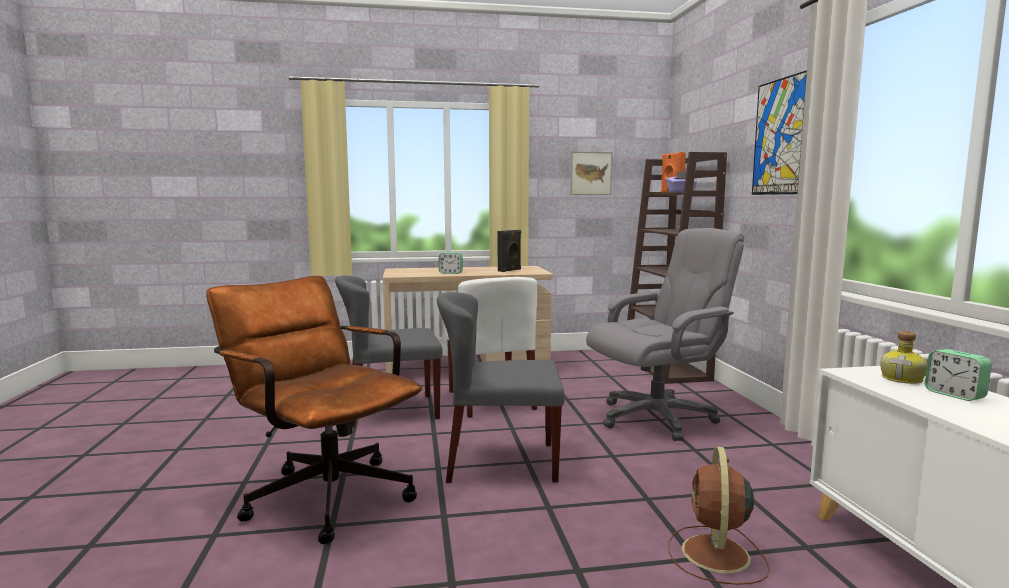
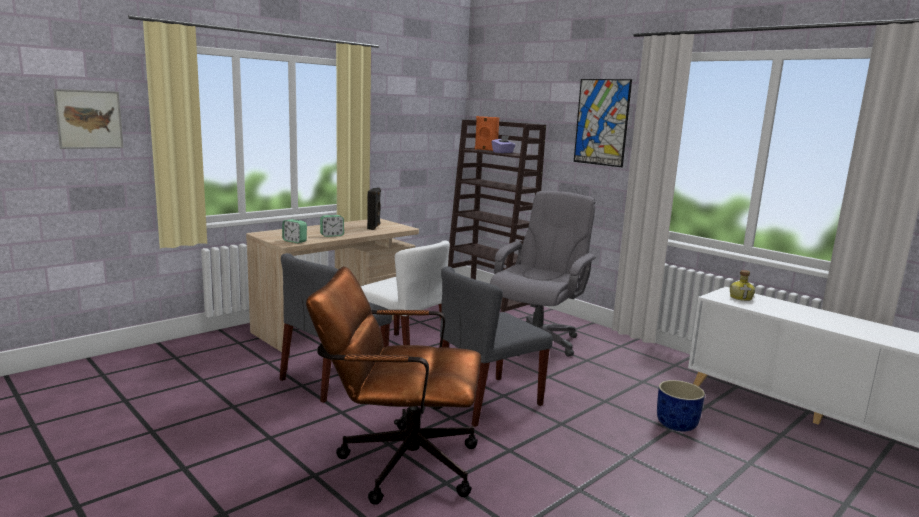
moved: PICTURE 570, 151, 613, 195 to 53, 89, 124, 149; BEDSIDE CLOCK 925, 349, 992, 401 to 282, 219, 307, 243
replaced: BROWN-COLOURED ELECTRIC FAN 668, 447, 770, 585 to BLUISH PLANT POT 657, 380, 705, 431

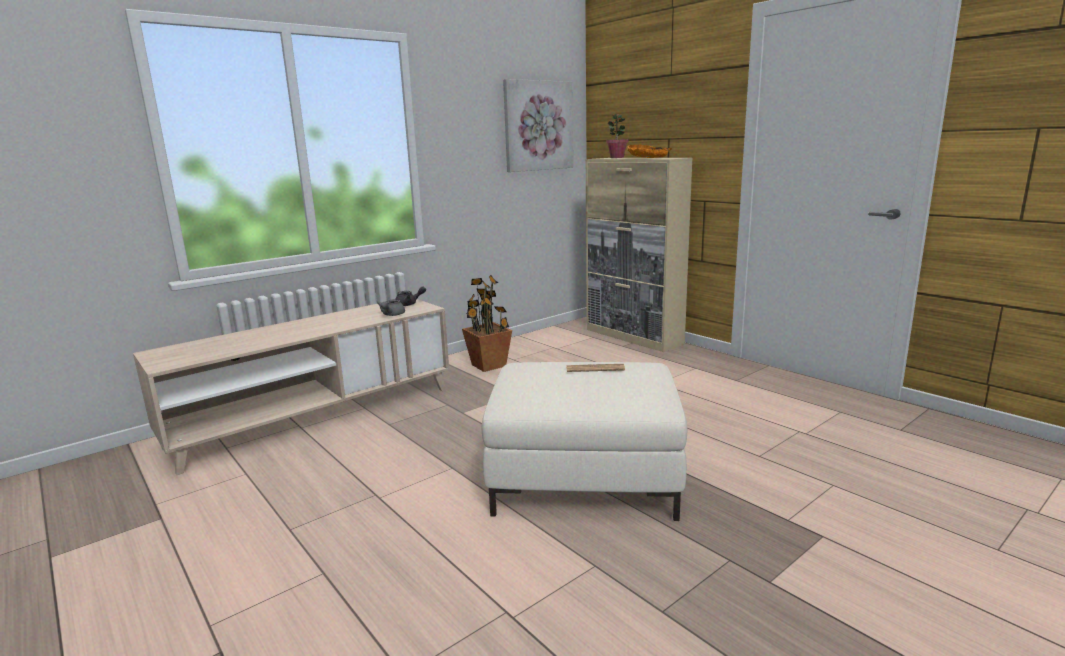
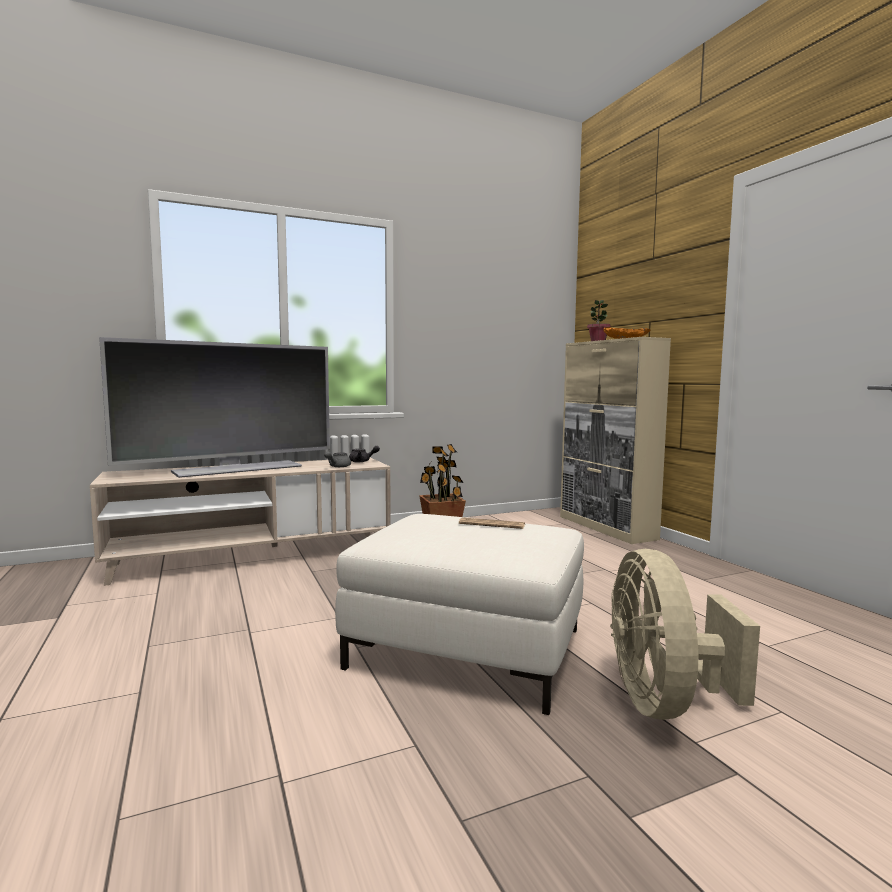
removed: PICTURE 503, 79, 573, 172
added: TV SET 99, 337, 330, 478; BEIGE ELECTRIC FAN 610, 549, 760, 720

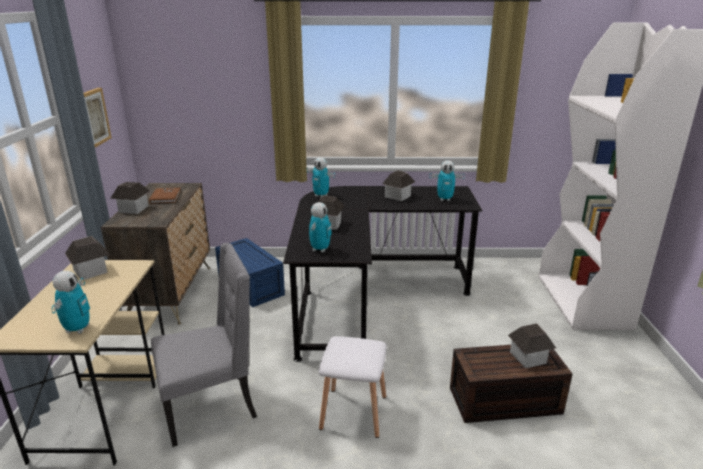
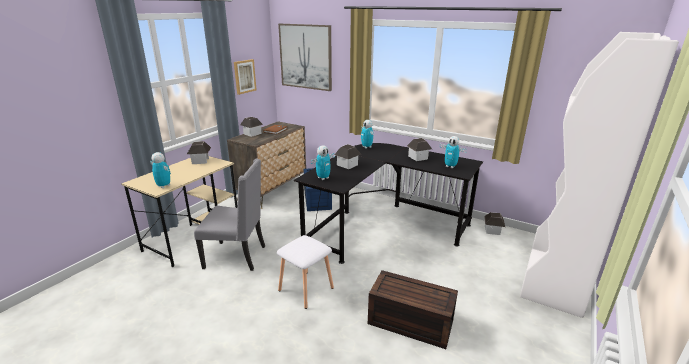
added: PICTURE 278, 24, 332, 91
moved: MINIATURE HOUSE 508, 323, 556, 368 to 484, 212, 505, 235
turned: TOY ROBOT 52, 271, 90, 334 = 150, 152, 171, 188 90 degrees counterclockwise

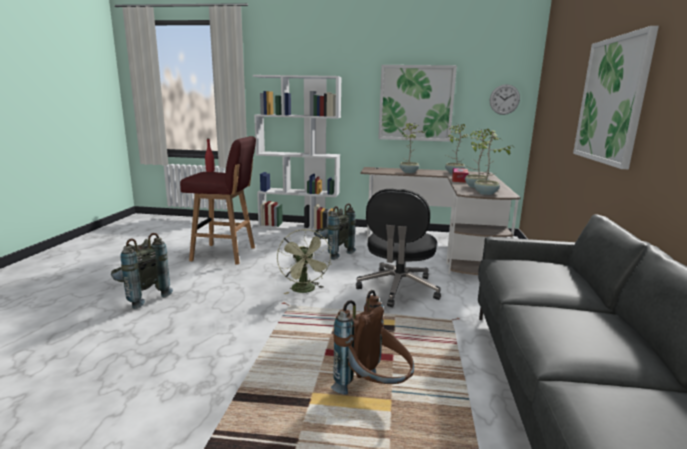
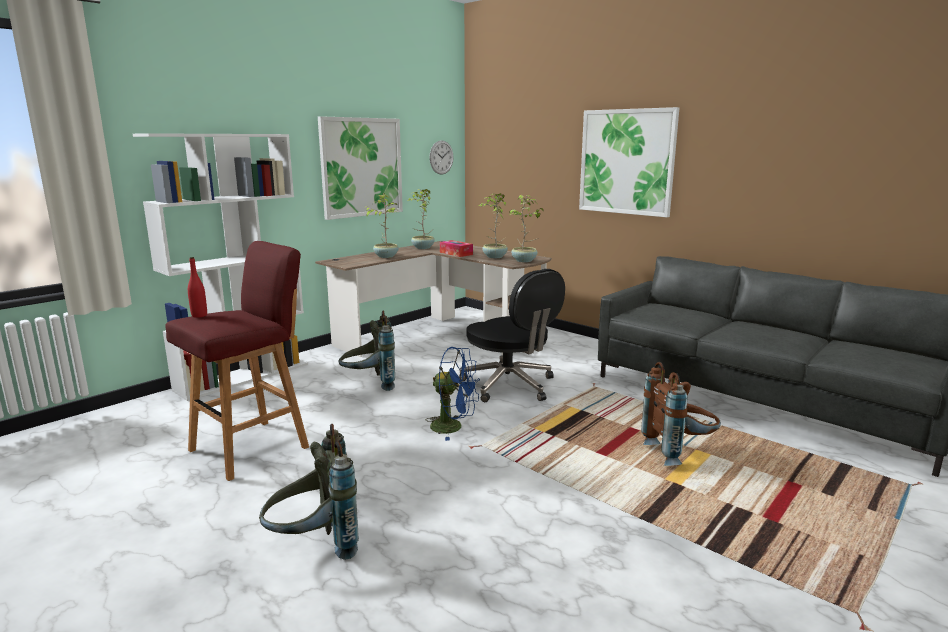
recoloured: GREEN ELECTRIC FAN 277, 229, 332, 294 to BLUISH ELECTRIC FAN 426, 347, 480, 441

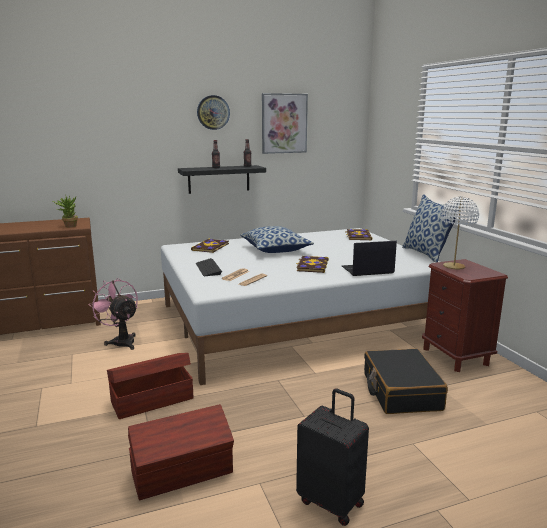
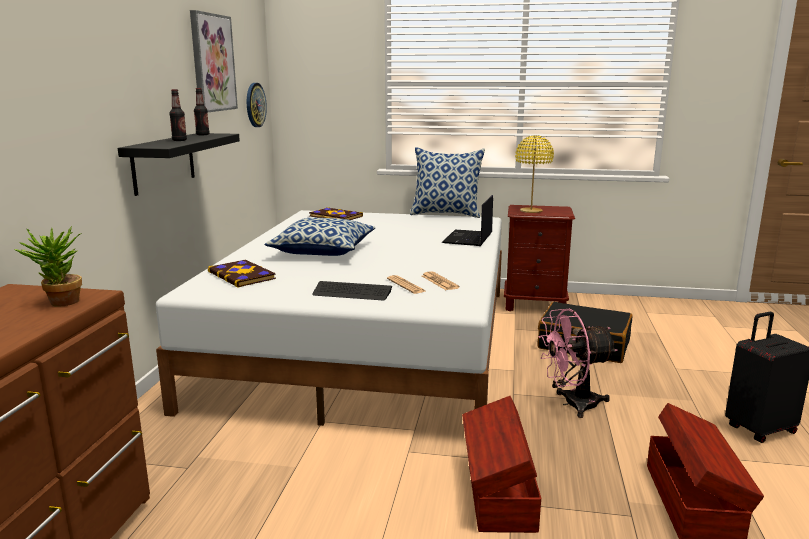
removed: BOUND BOOK 296, 256, 329, 273
moved: CLOCK ON THE WALL 197, 95, 230, 130 to 247, 83, 267, 127; PINK-COLOURED ELECTRIC FAN 89, 278, 138, 350 to 539, 309, 617, 418
recoloured: WHITISH TABLETOP LAMP 441, 197, 479, 269 to YELLOW TABLETOP LAMP 515, 135, 554, 213

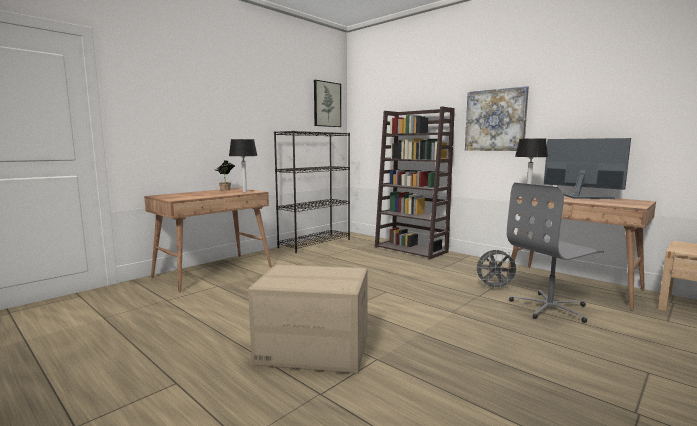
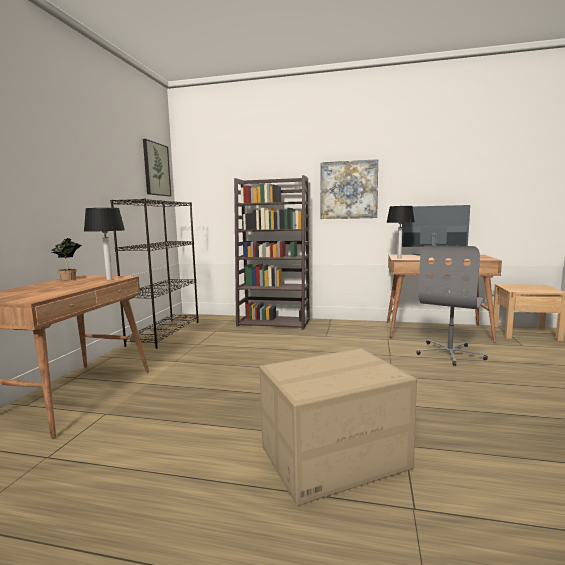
removed: GRAY ELECTRIC FAN 477, 250, 519, 290

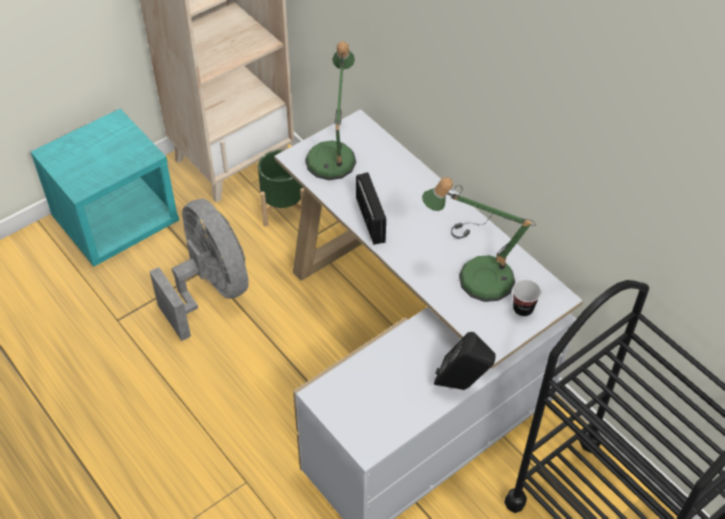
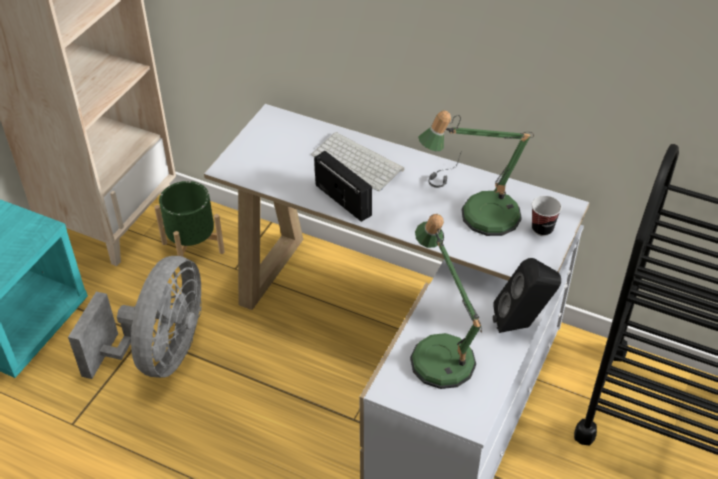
added: COMPUTER KEYBOARD 311, 132, 404, 191
moved: TABLETOP LAMP 305, 41, 356, 180 to 410, 214, 482, 389
turned: GRAY ELECTRIC FAN 149, 199, 249, 341 = 68, 256, 202, 379 75 degrees clockwise

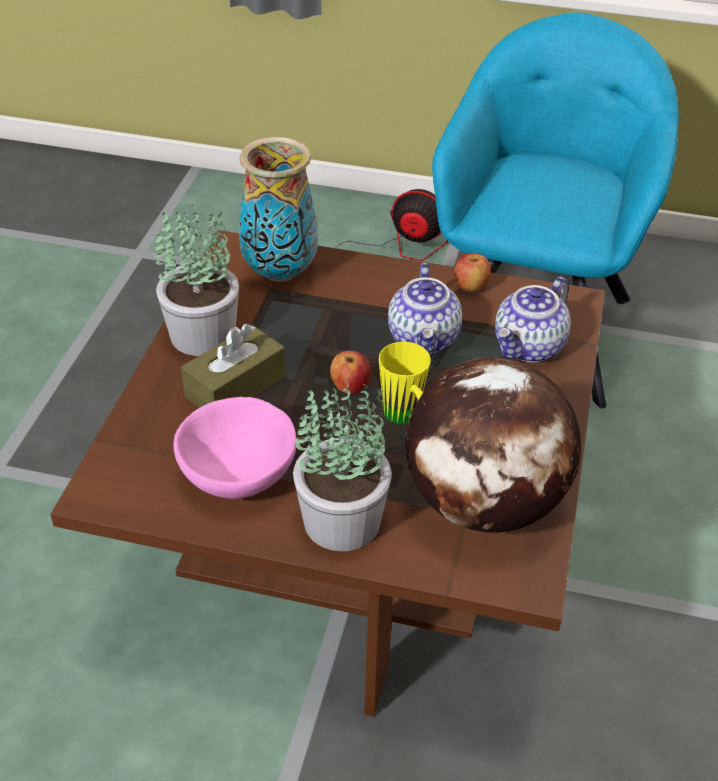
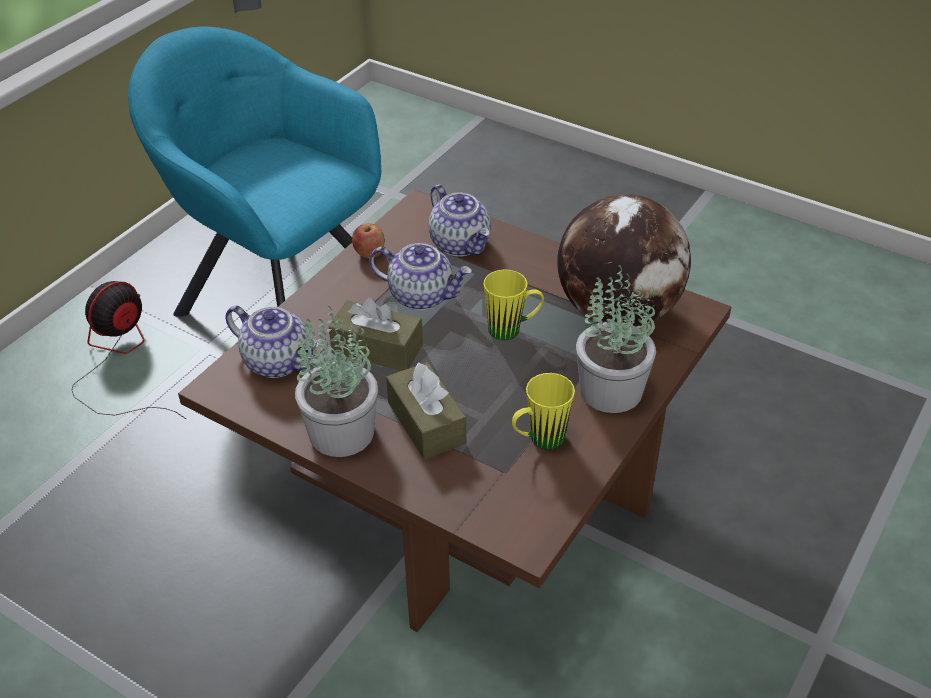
removed: APPLE FRUIT 330, 351, 371, 394
added: BROWN-COLOURED TISSUE BOX 329, 297, 423, 371
replaced: DECORATIVE VASE 239, 137, 318, 282 to POT FOR TEA 226, 305, 319, 378; PINK-COLOURED BOWL 173, 397, 297, 499 to YELLOW MUG 512, 373, 575, 450

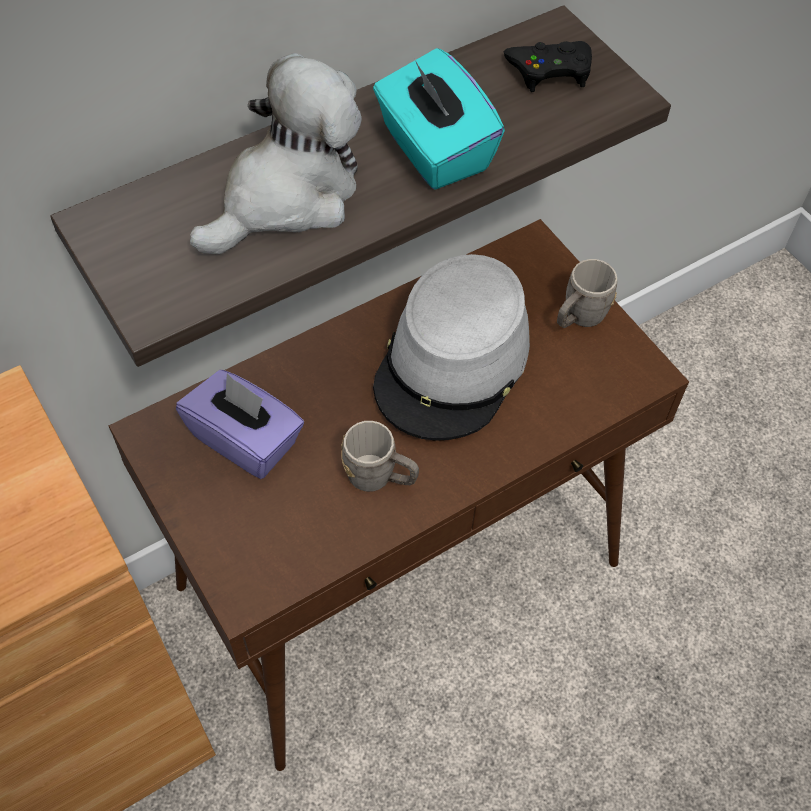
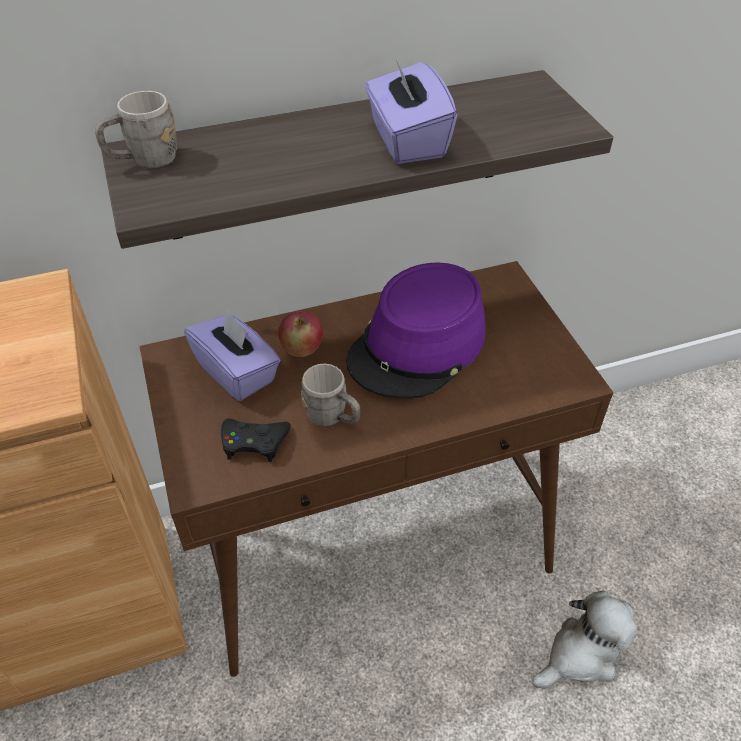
added: APPLE FRUIT 278, 312, 323, 357
moved: GRAY MUG 557, 259, 617, 328 to 95, 91, 177, 169; BLACK-COLOURED GAMEPAD 504, 41, 592, 92 to 221, 418, 291, 462; CUDDLY TOY 190, 53, 362, 254 to 532, 590, 637, 689
recoloured: GRAY WEARABLE HAT 373, 254, 530, 441 to PURPLE WEARABLE HAT 346, 263, 486, 399; TURQUOISE-COLOURED TISSUE BOX 373, 48, 505, 190 to PURPLE TISSUE BOX 365, 54, 457, 164

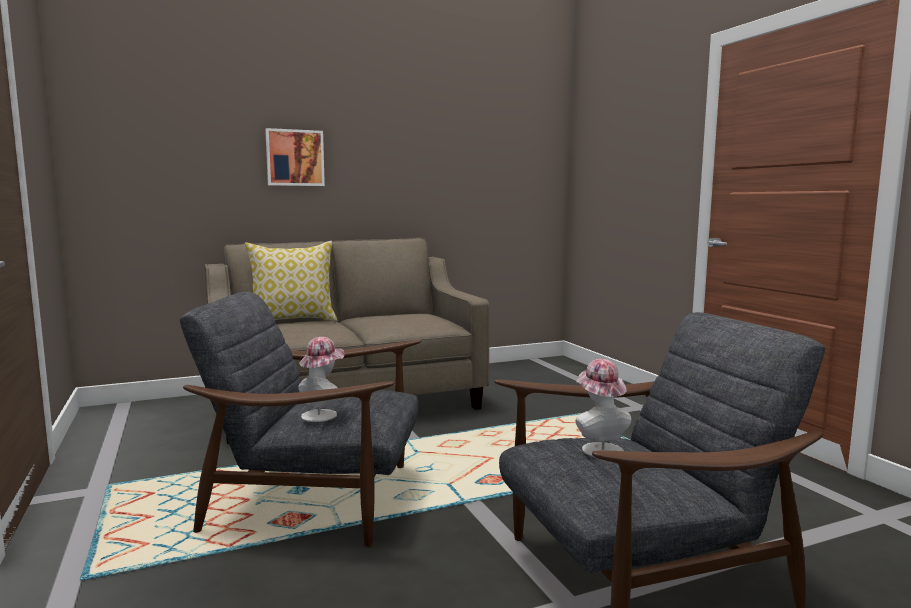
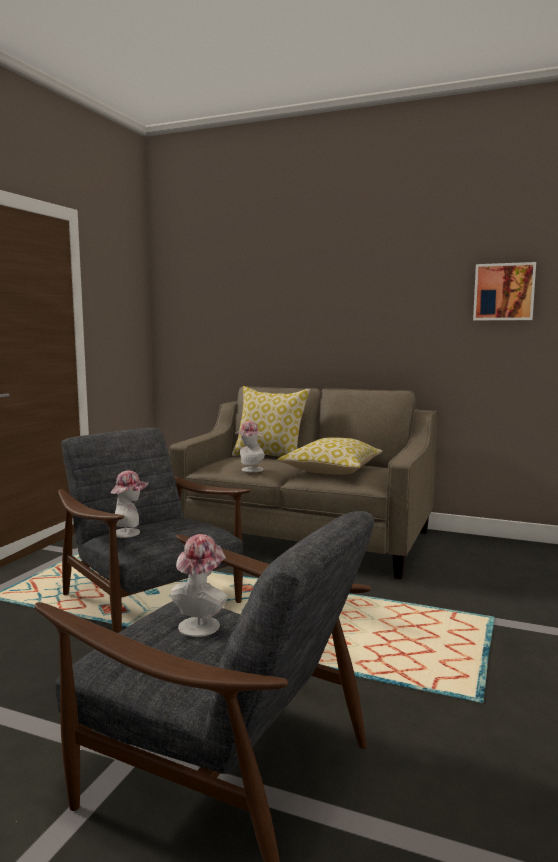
added: WEARABLE HAT 235, 421, 265, 472; THROW PILLOW 277, 437, 382, 475
moved: PICTURE 265, 128, 325, 186 to 473, 262, 536, 320

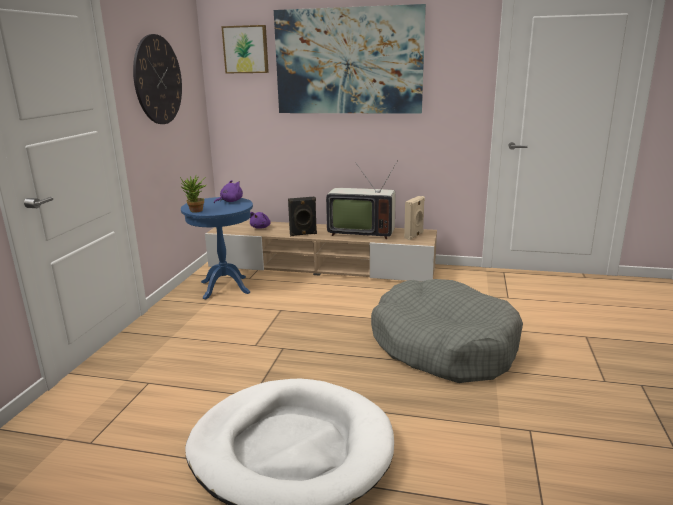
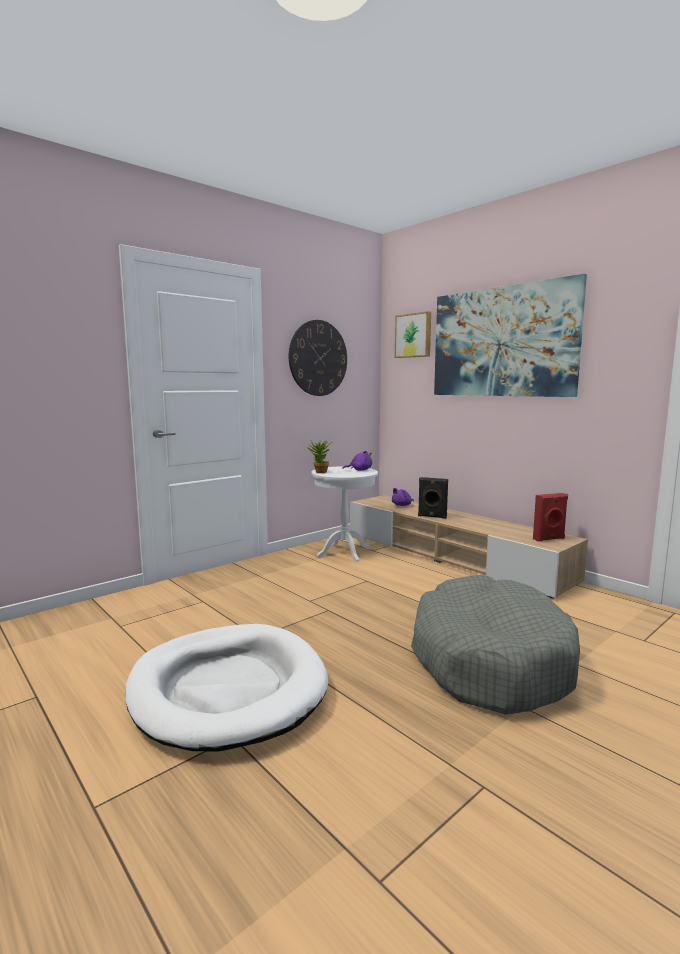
removed: TV SET 326, 160, 398, 239
recoloured: BLUISH END TABLE 181, 197, 253, 299 to WHITISH END TABLE 311, 466, 378, 562; BEIGE SPEAKER 404, 196, 425, 240 to REDDISH SPEAKER 533, 493, 568, 542

